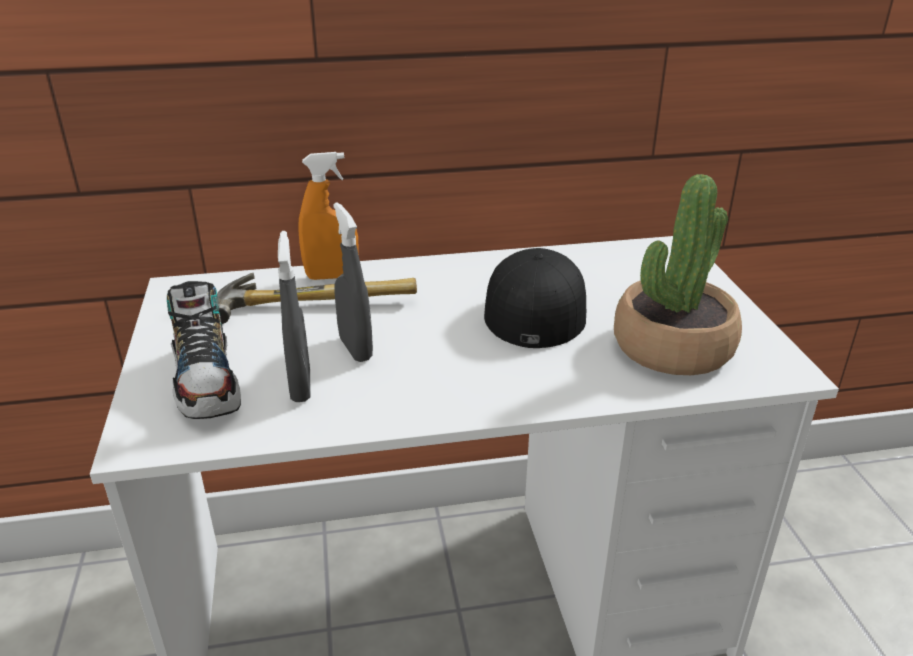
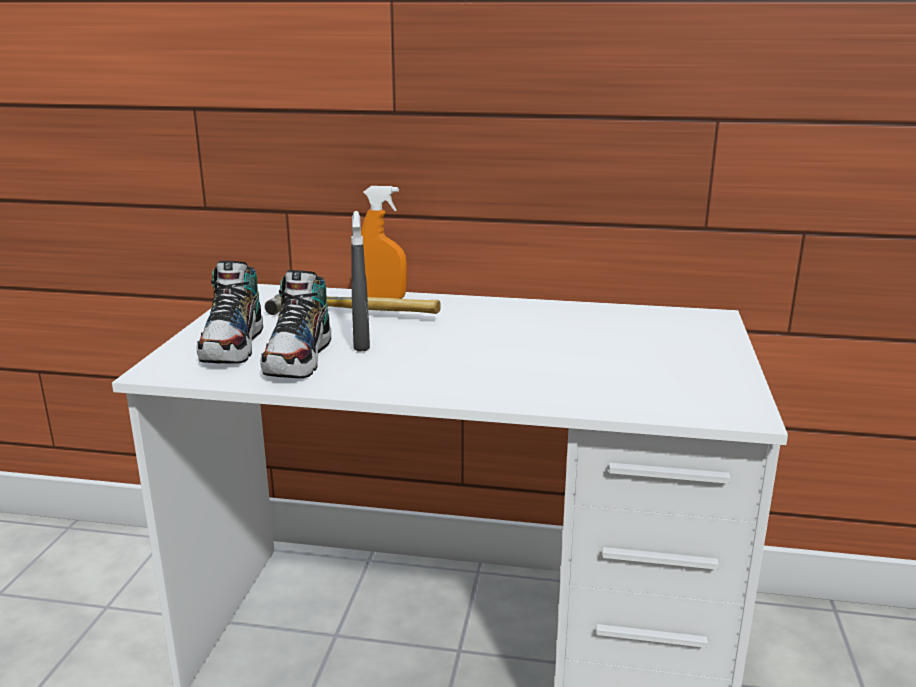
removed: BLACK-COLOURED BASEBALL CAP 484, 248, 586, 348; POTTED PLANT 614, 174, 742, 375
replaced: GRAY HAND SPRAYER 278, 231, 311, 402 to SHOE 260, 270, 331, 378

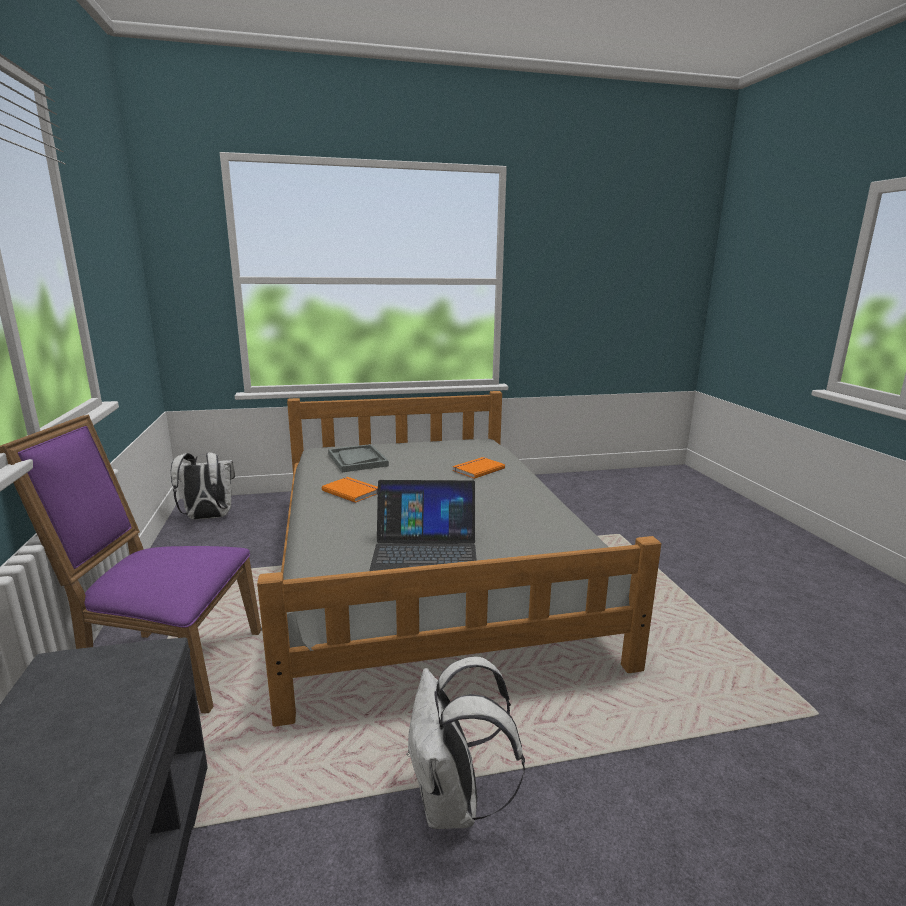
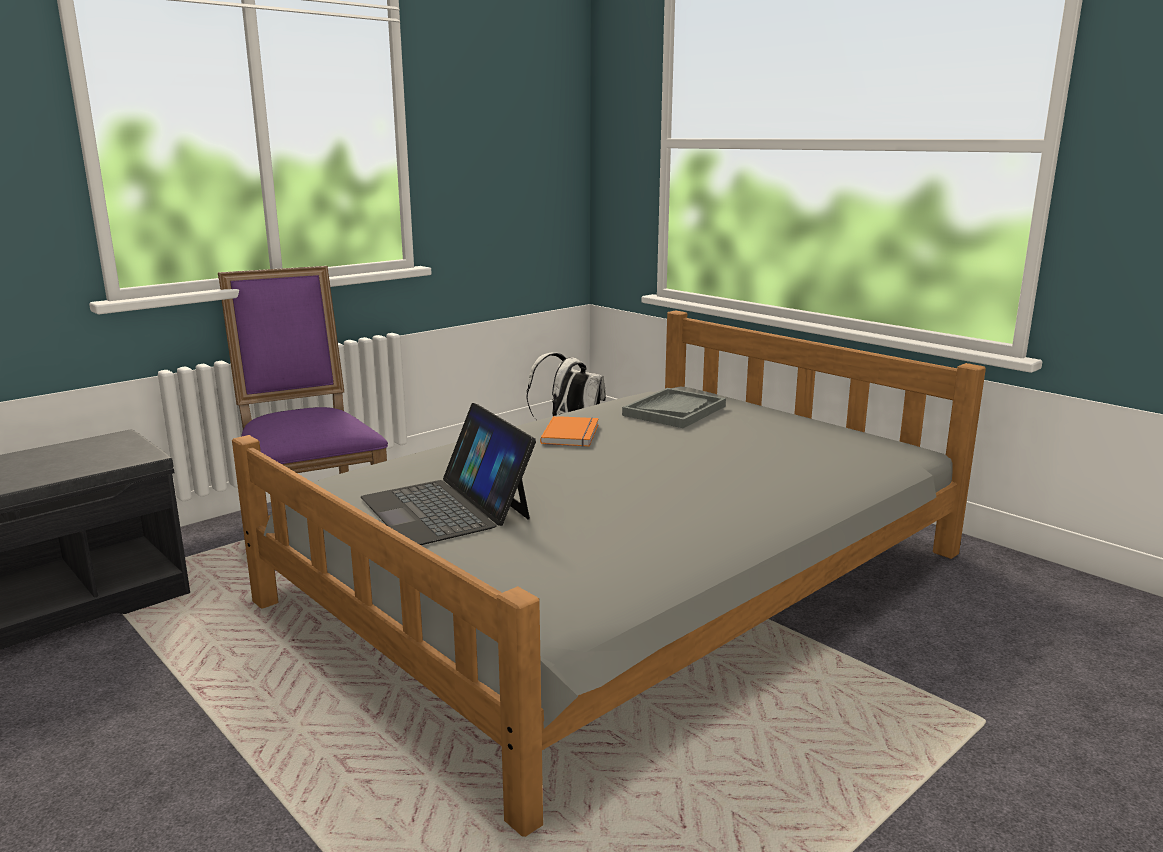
removed: WHITISH RUCKSACK 407, 656, 525, 829; ORANGE BOUND BOOK 452, 457, 505, 479

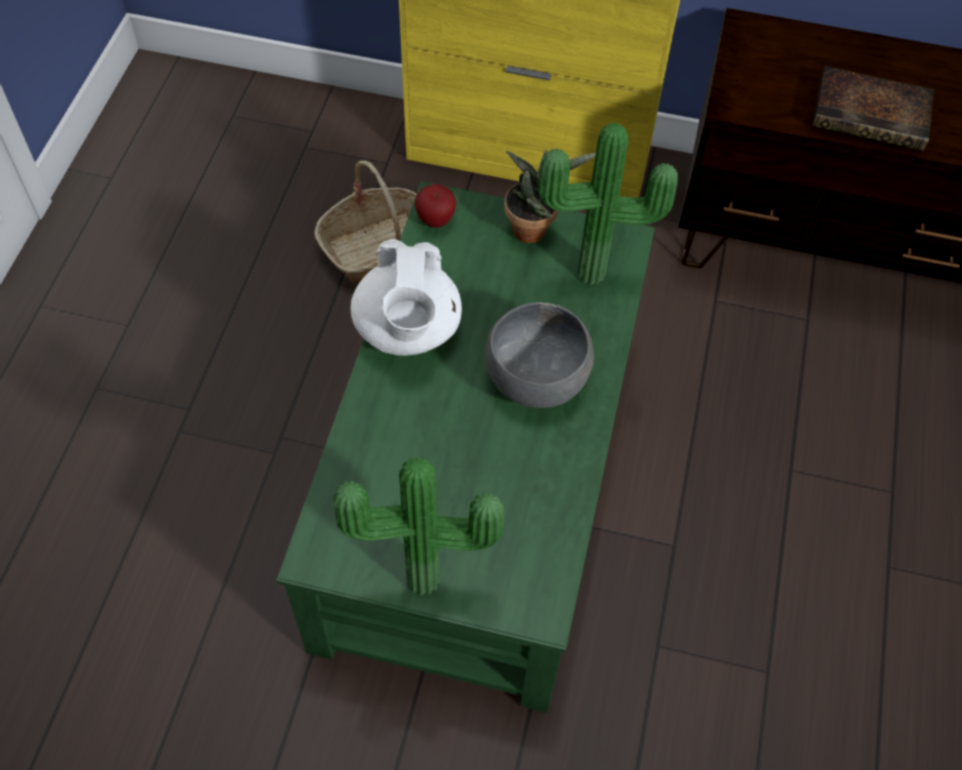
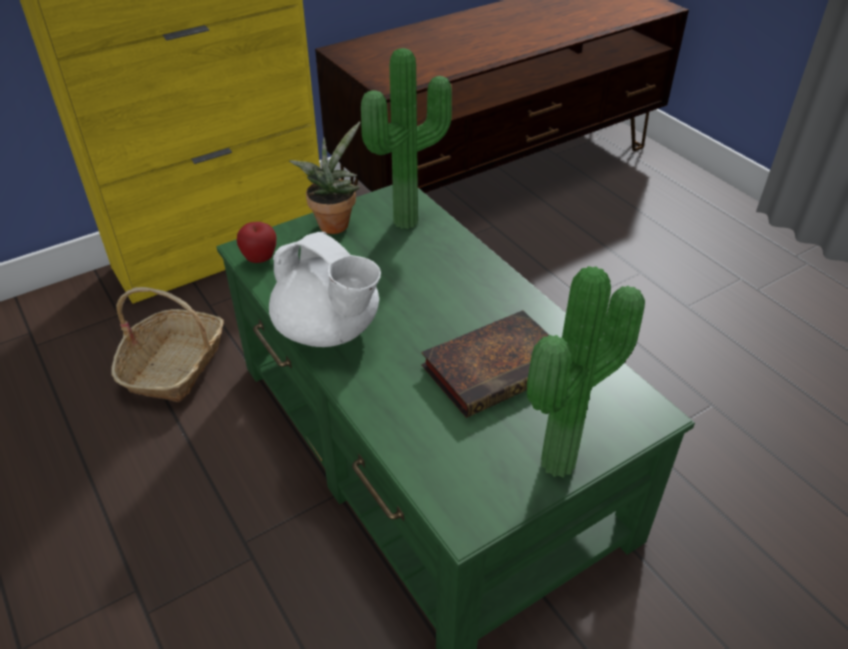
removed: GRAY BOWL 485, 302, 594, 408
moved: BOUND BOOK 812, 66, 934, 151 to 421, 310, 549, 418

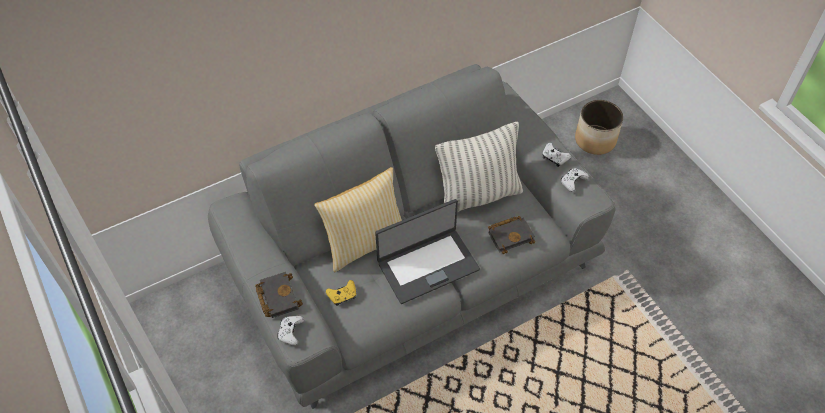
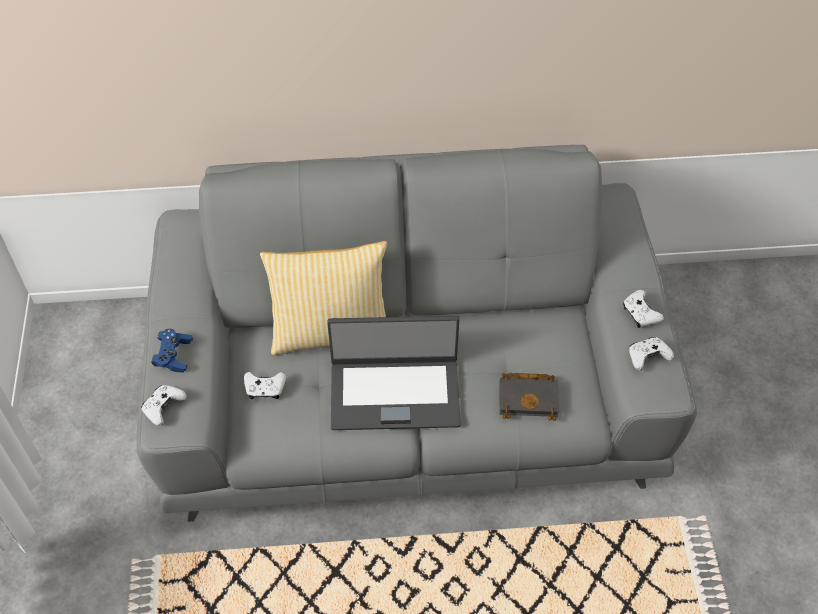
removed: THROW PILLOW 435, 122, 523, 212; PLANT POT 575, 100, 623, 155
replaced: BLACK-COLOURED BOUND BOOK 255, 272, 303, 318 to BLUISH GAMEPAD 152, 329, 193, 372
recoloured: YELLOW GAMEPAD 326, 280, 356, 306 to WHITISH GAMEPAD 244, 372, 286, 399

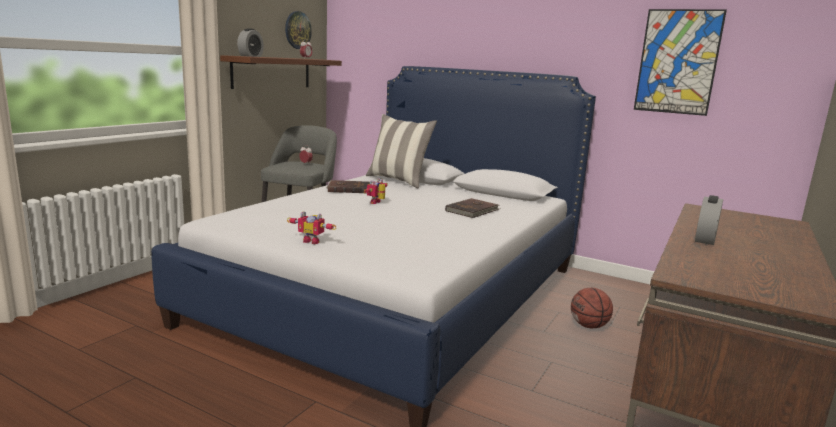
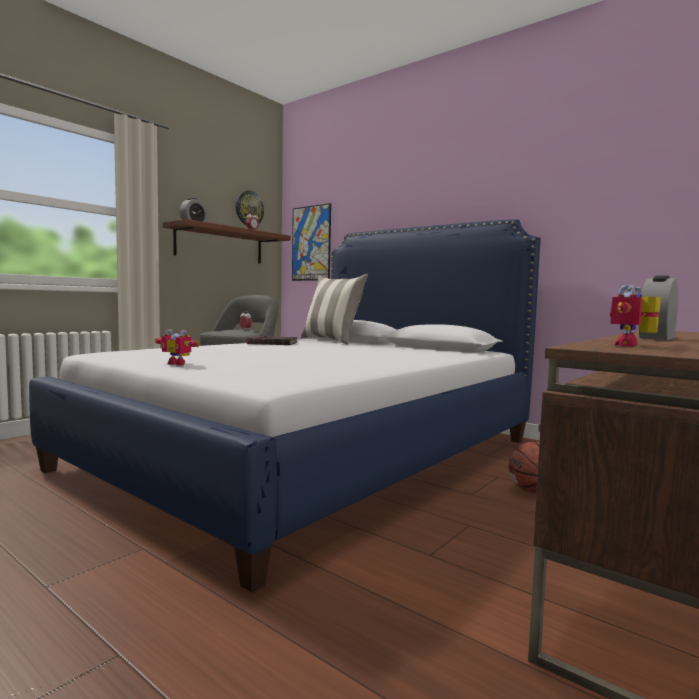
removed: BROWN-COLOURED BOUND BOOK 445, 198, 500, 218
moved: PICTURE 634, 9, 727, 116 to 292, 203, 331, 281; TOY ROBOT 364, 178, 387, 204 to 610, 285, 661, 346

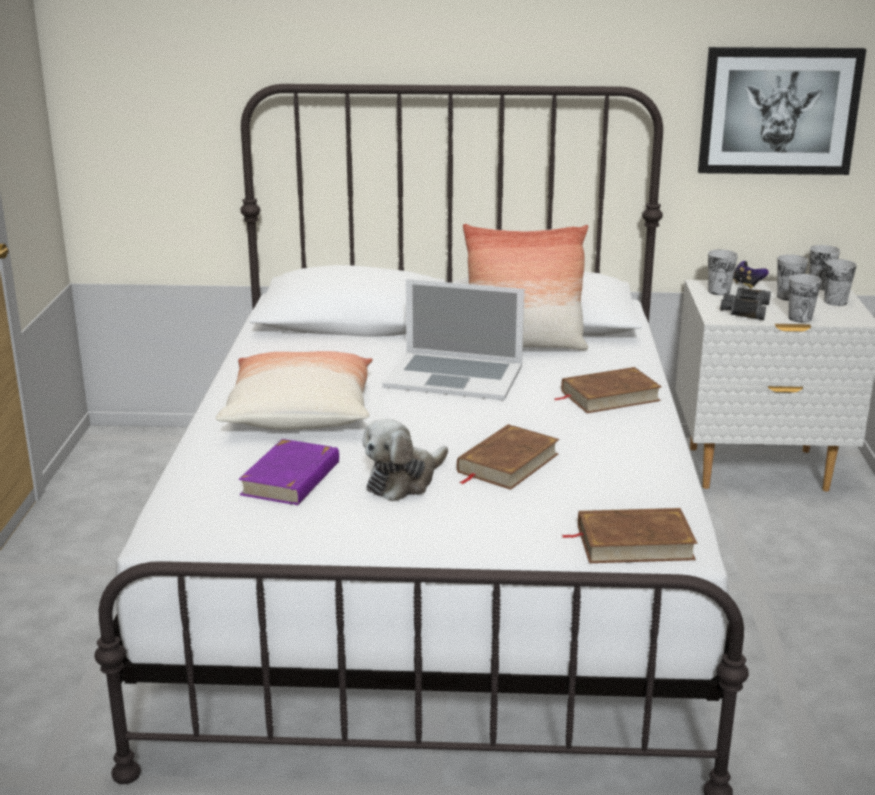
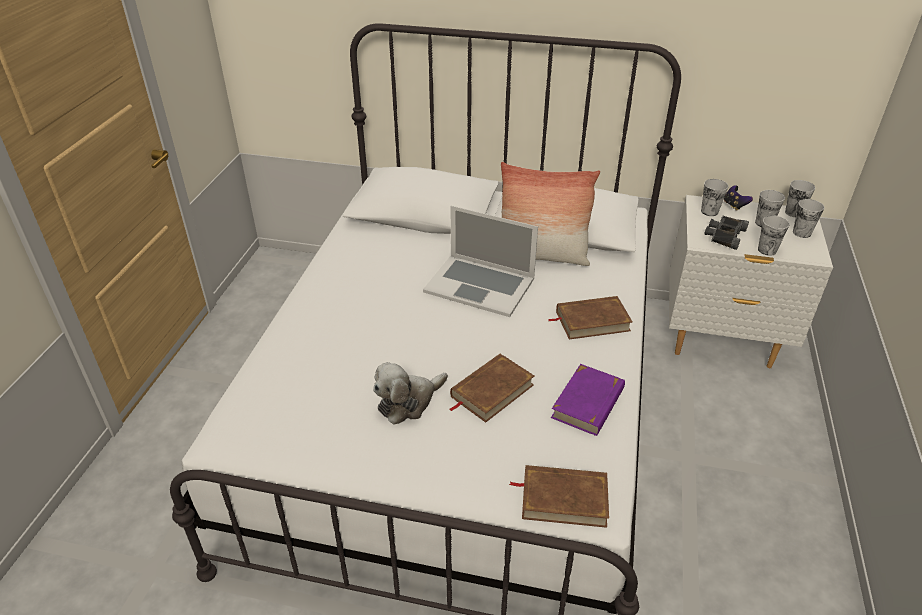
removed: THROW PILLOW 216, 351, 373, 430; PICTURE 698, 47, 866, 175
moved: PURPLE BOUND BOOK 238, 439, 339, 505 to 551, 364, 625, 436

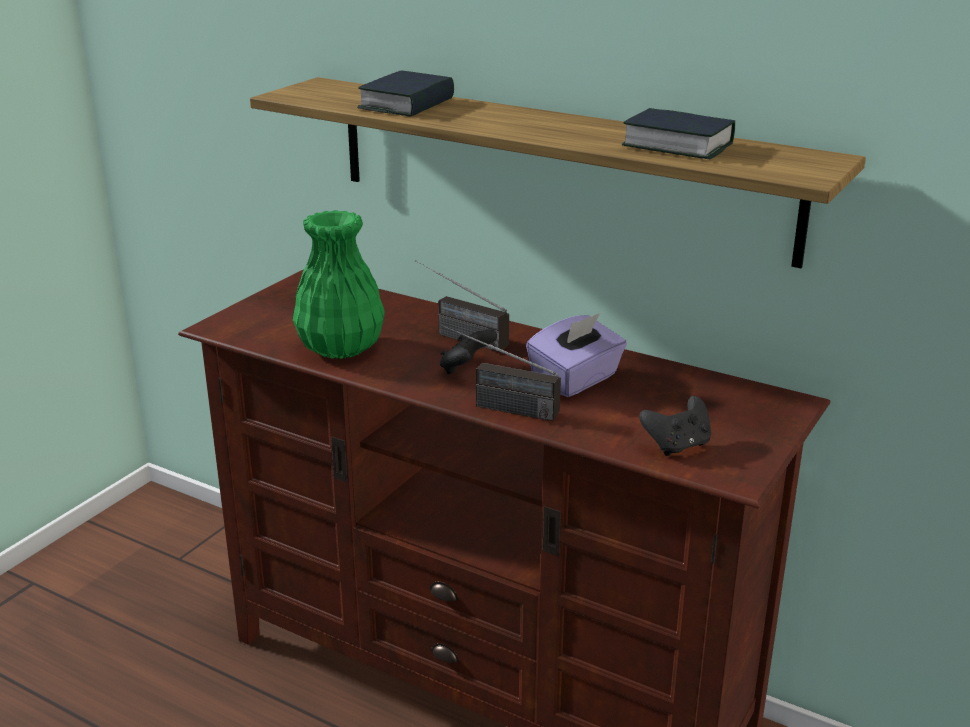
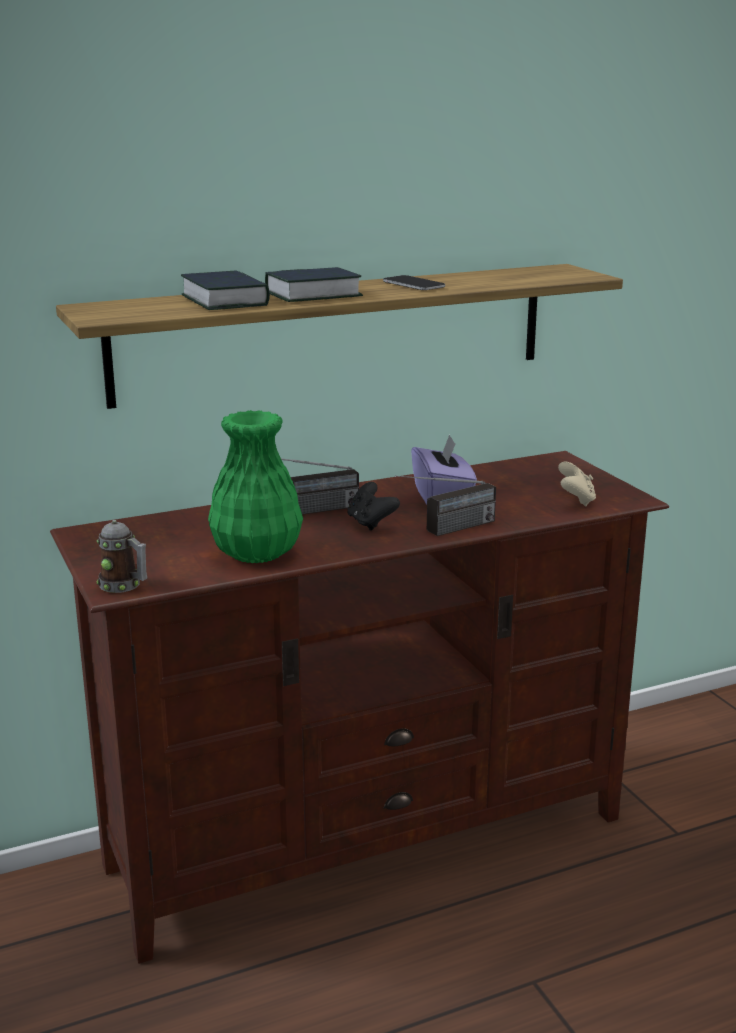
added: MUG 97, 520, 147, 593; TELEPHONE 383, 275, 445, 290
moved: BOUND BOOK 622, 108, 735, 159 to 265, 267, 363, 302
recoloured: BLACK-COLOURED GAMEPAD 639, 396, 711, 456 to BEIGE GAMEPAD 558, 462, 596, 506

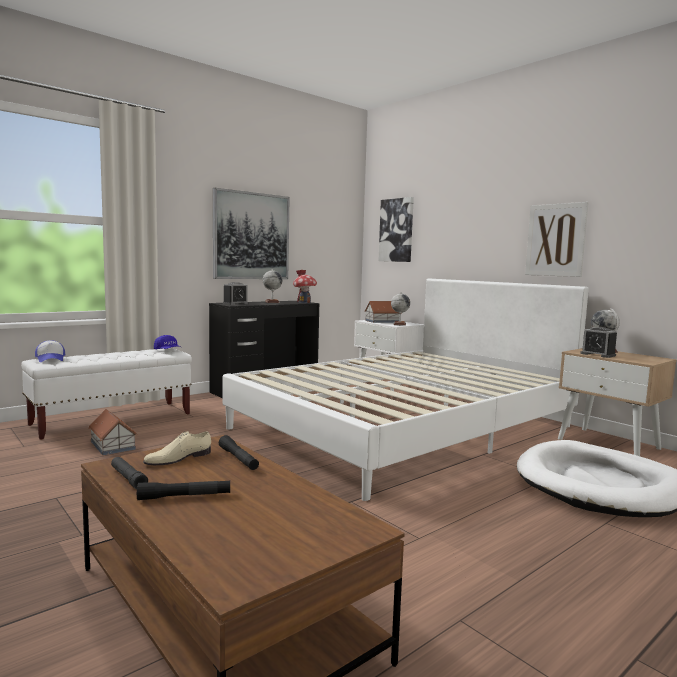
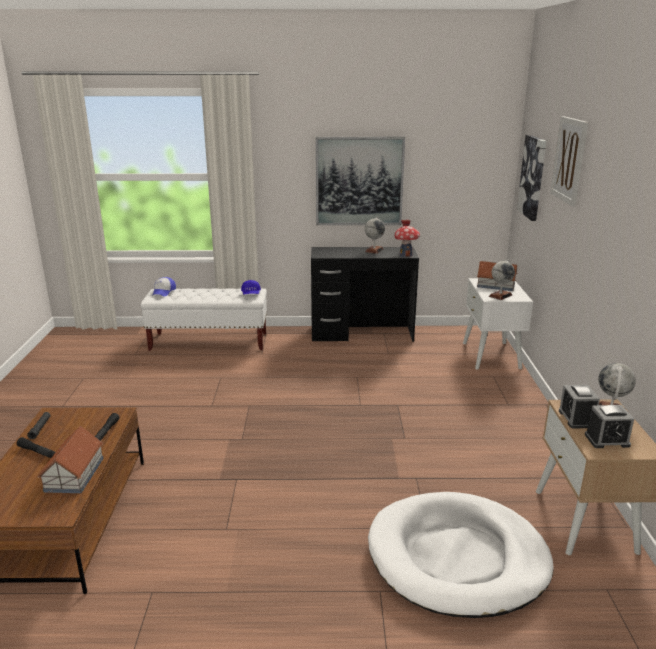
removed: BEIGE SHOE 143, 431, 211, 465; WHITISH BED 222, 279, 589, 501
moved: MINIATURE HOUSE 89, 409, 137, 455 to 38, 426, 104, 493; PICTURE 525, 202, 589, 277 to 550, 116, 588, 206; BEDSIDE CLOCK 223, 282, 248, 305 to 585, 405, 634, 448

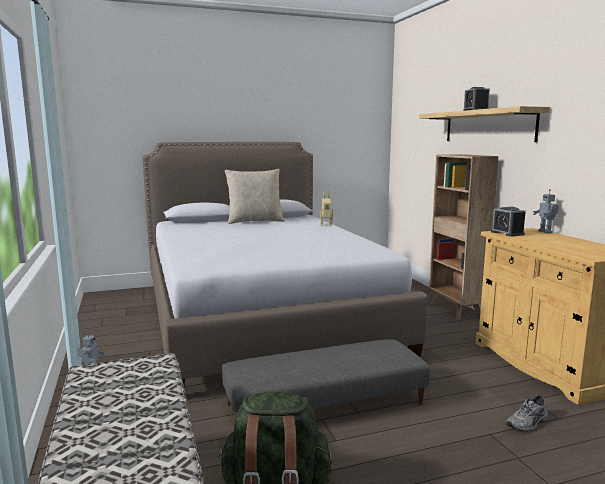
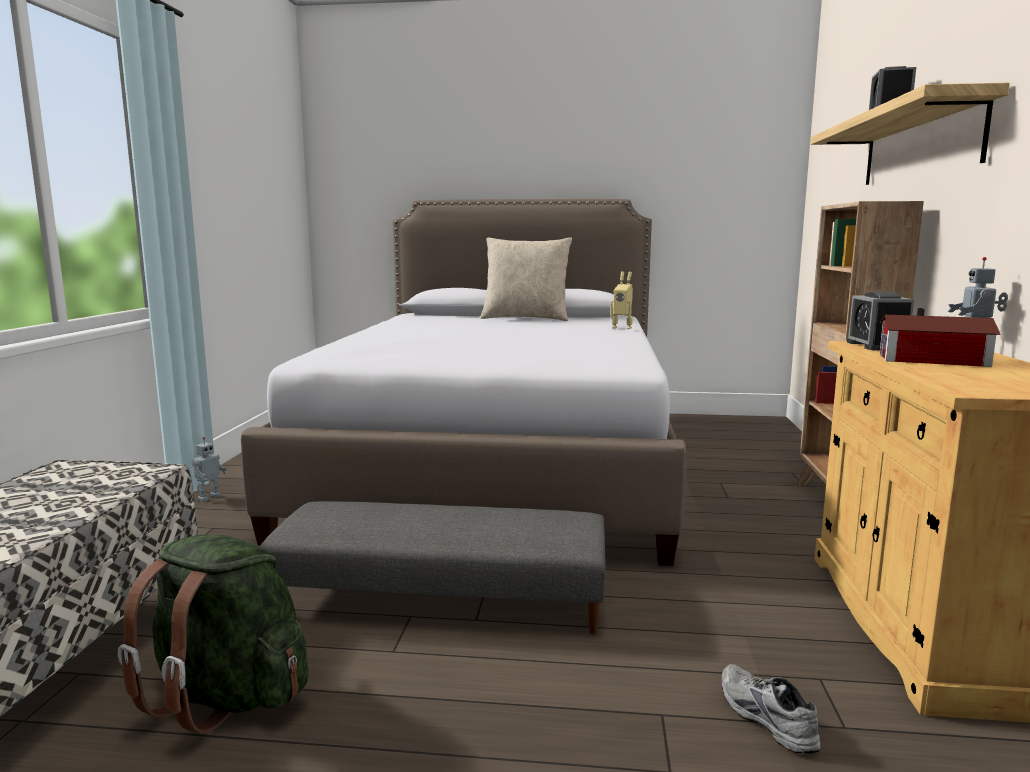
added: MINIATURE HOUSE 880, 308, 1000, 367
turned: GRAY SHOE 506, 395, 548, 431 = 722, 664, 821, 754 75 degrees clockwise

